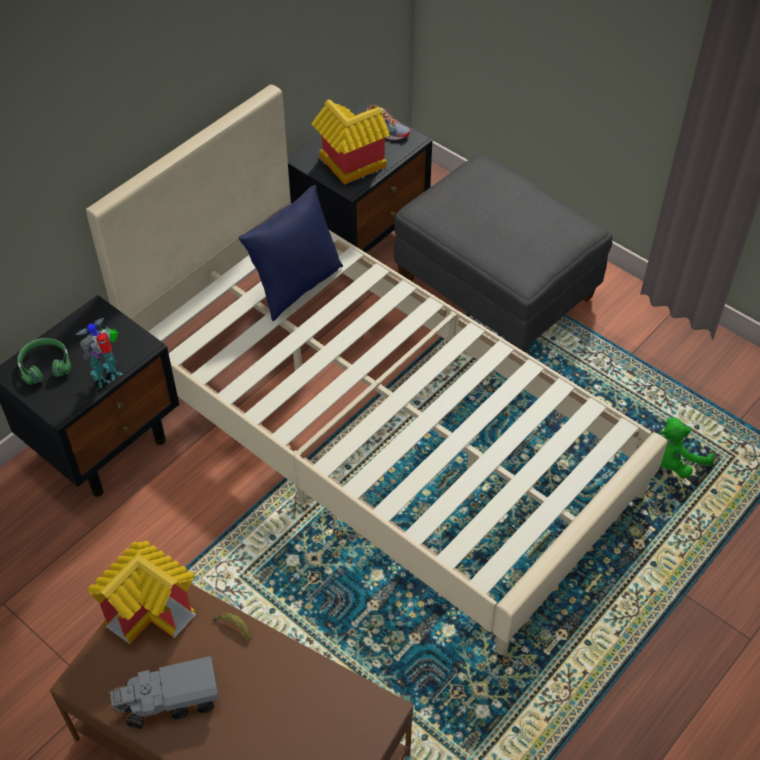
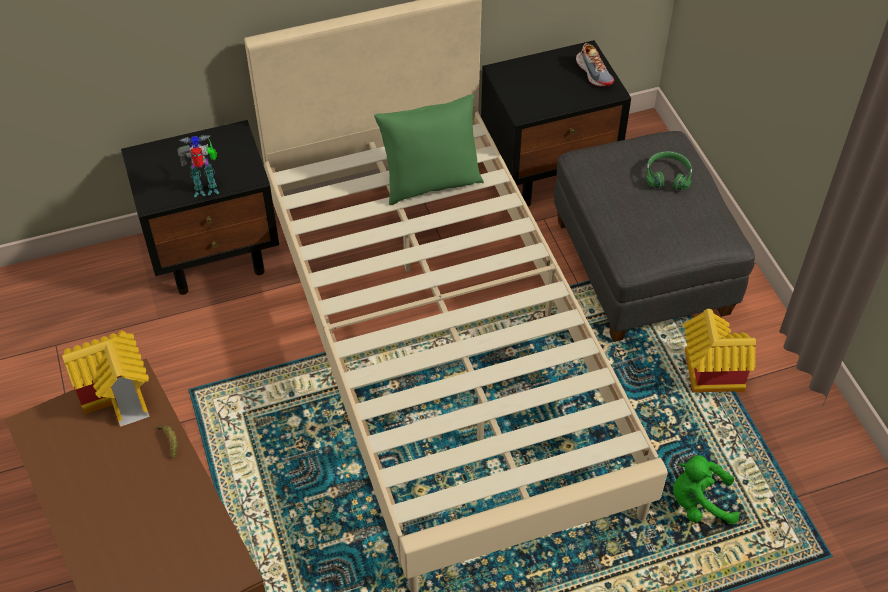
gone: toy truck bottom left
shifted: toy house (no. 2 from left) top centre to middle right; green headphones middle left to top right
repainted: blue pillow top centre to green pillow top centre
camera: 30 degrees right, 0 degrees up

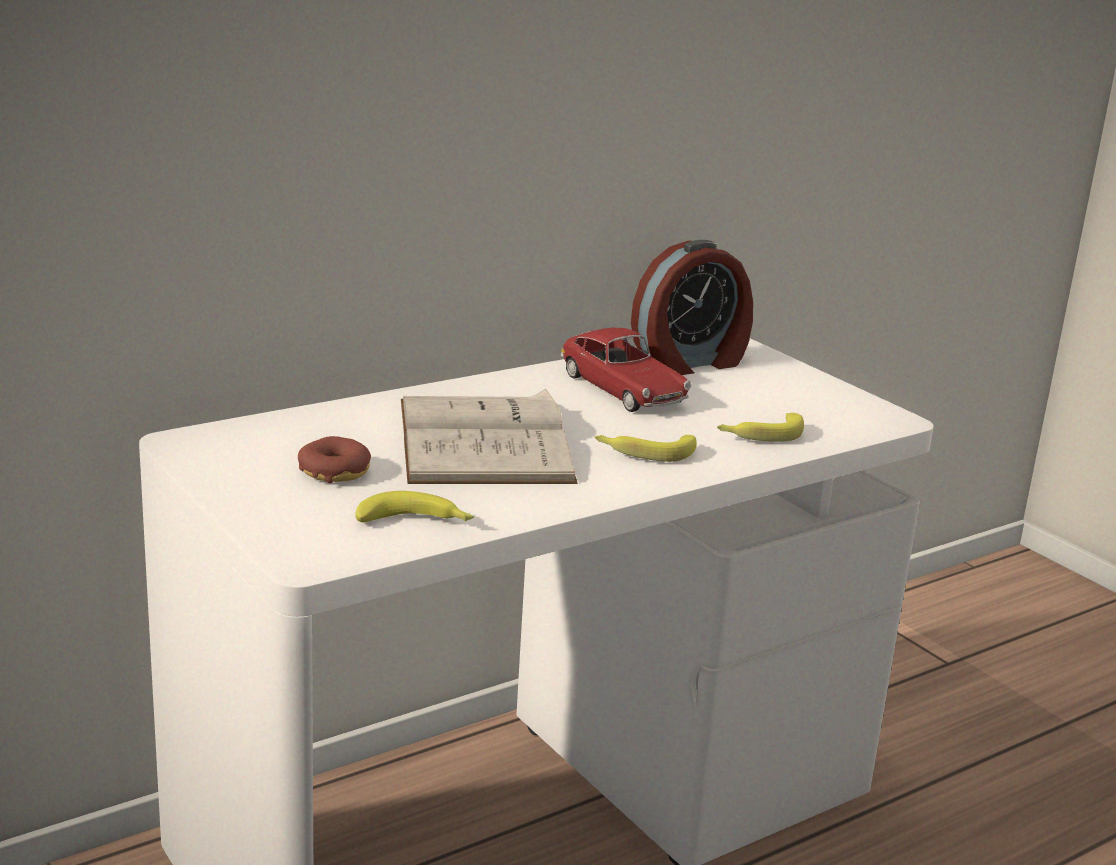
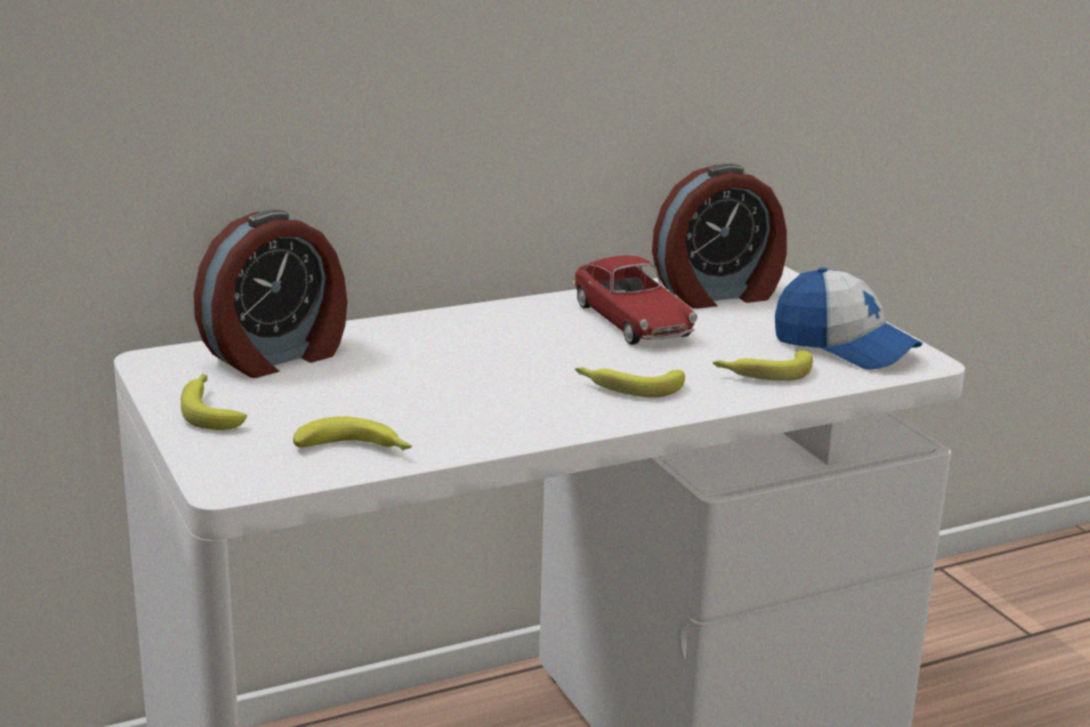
gone: white book centre; donut middle left
new: alarm clock (no. 1 from left) middle left; cap middle right; banana (no. 1 from left) middle left
camera: 10 degrees right, 0 degrees up

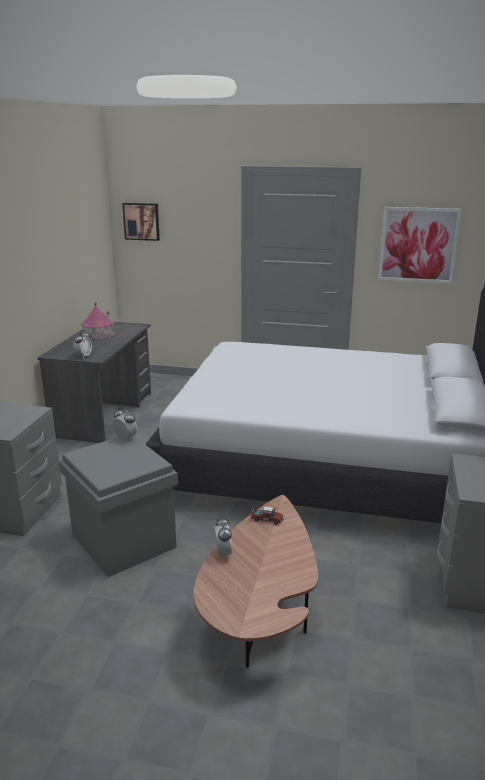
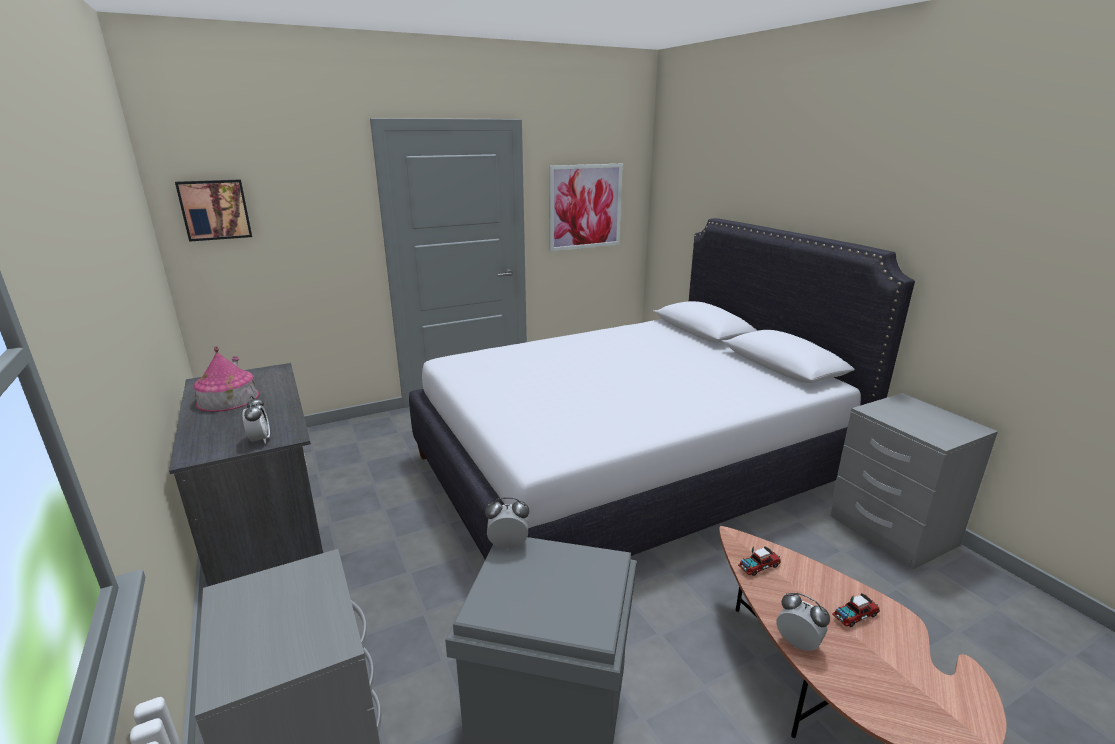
new: toy truck (no. 2 from left) bottom right
camera: 40 degrees left, 0 degrees up

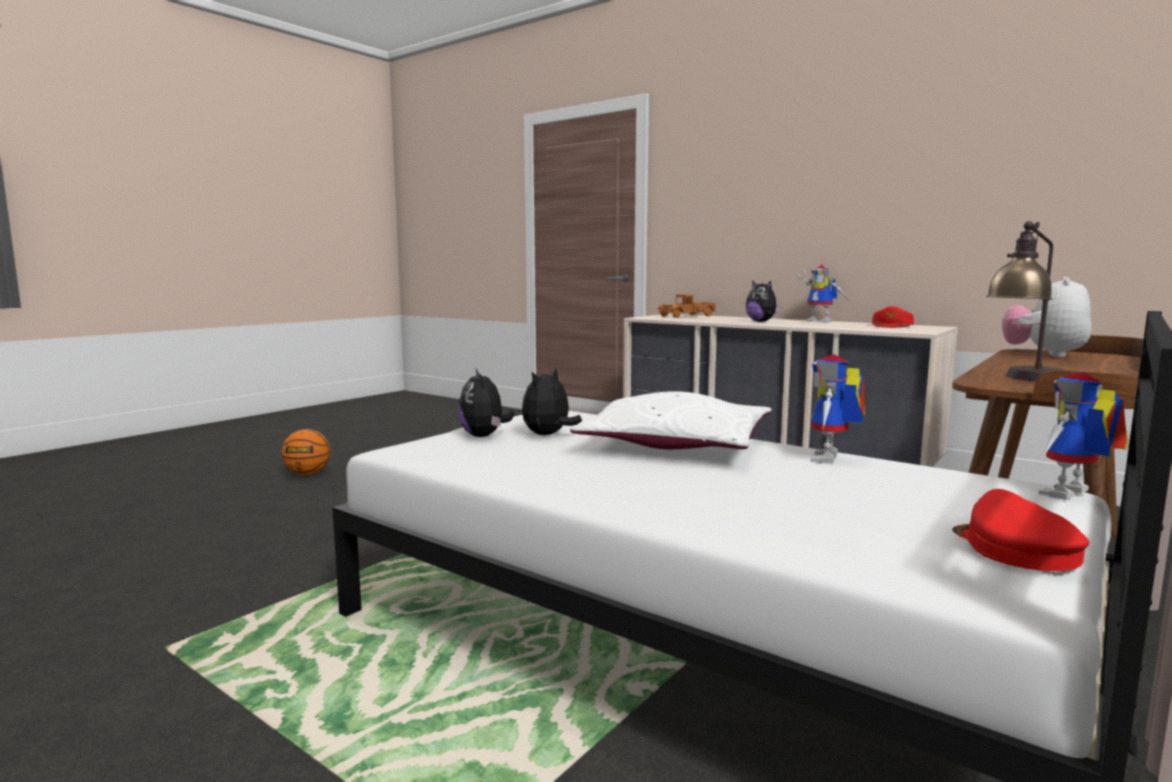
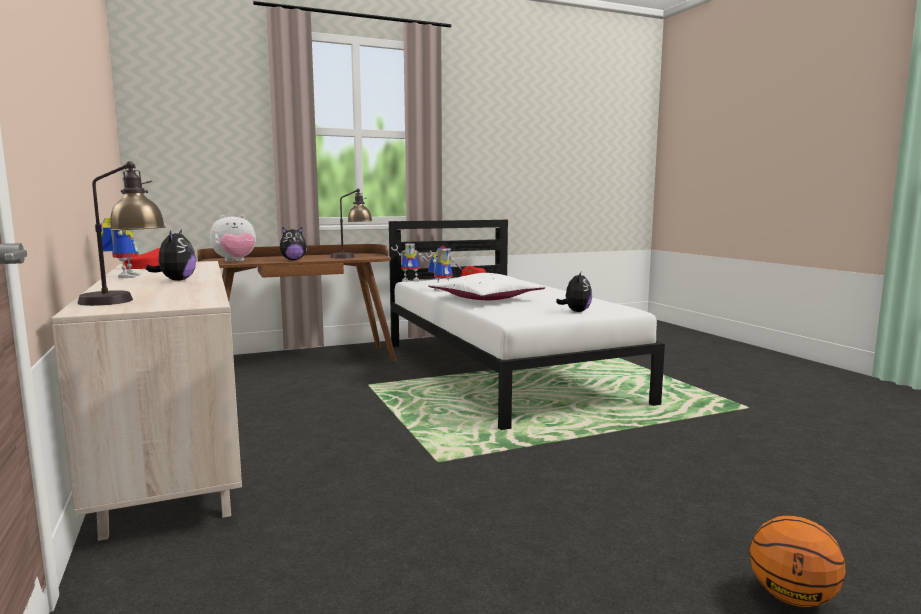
shifted: plush toy (no. 2 from left in the first image) centre to plush toy (no. 3 from left) middle left
swapped: toy truck centre to table lamp (no. 1 from left) middle left
camera: 150 degrees left, 0 degrees up

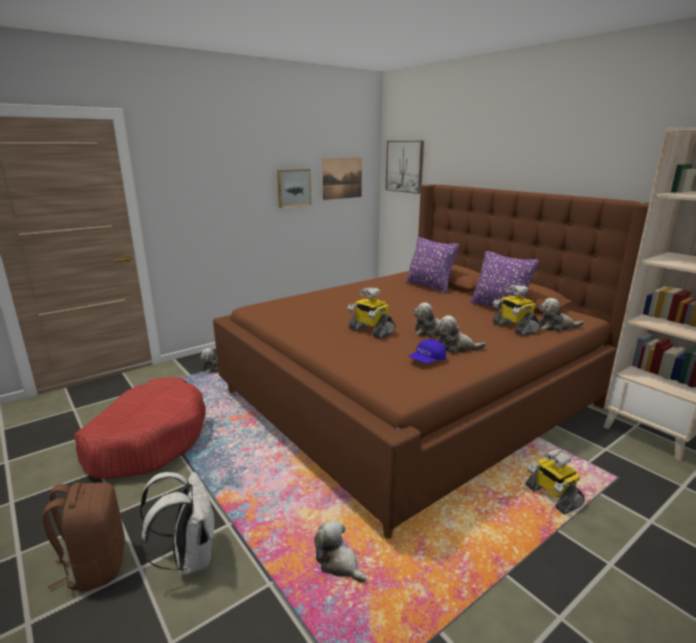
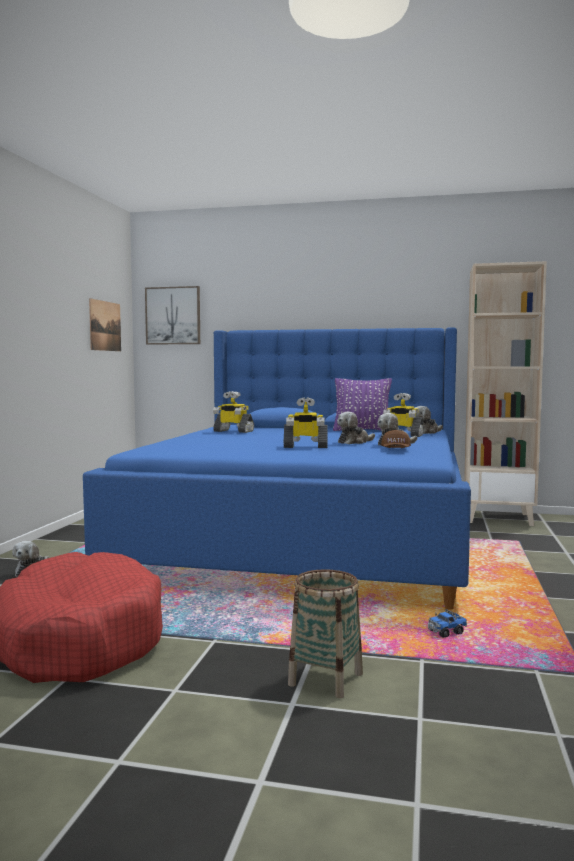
gone: picture (no. 1 from left) top centre; purple pillow (no. 1 from left) centre; brown backpack bottom left
shifted: toy robot (no. 3 from left in the first image) bottom right to toy robot (no. 1 from left) centre
swapped: white backpack bottom left to basket bottom centre; plush toy (no. 2 from left) bottom centre to toy truck bottom right
repainted: brown bed centre to blue bed centre; blue cap centre to brown cap middle right
camera: 40 degrees left, 15 degrees down

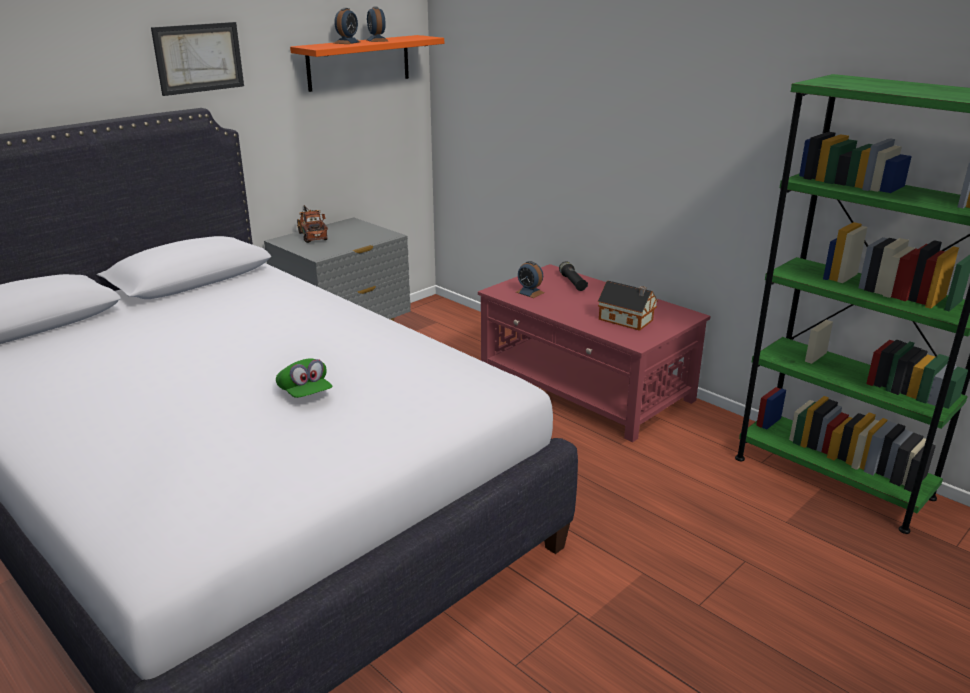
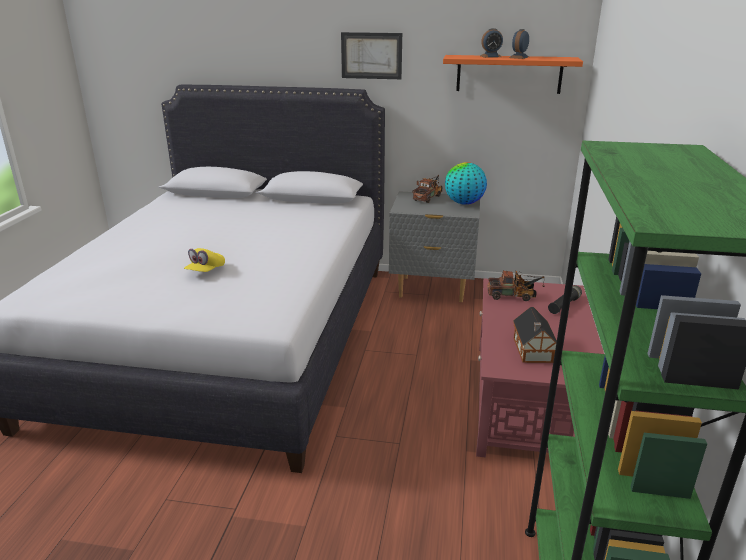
new: globe top centre
swapped: alarm clock (no. 3 from left) centre to toy truck (no. 2 from left) middle right
repainted: green cap middle left to yellow cap middle left
camera: 55 degrees right, 0 degrees up

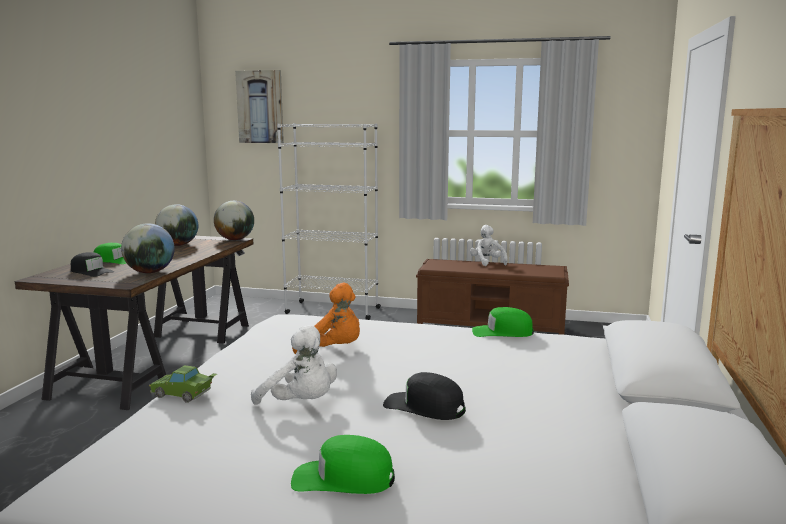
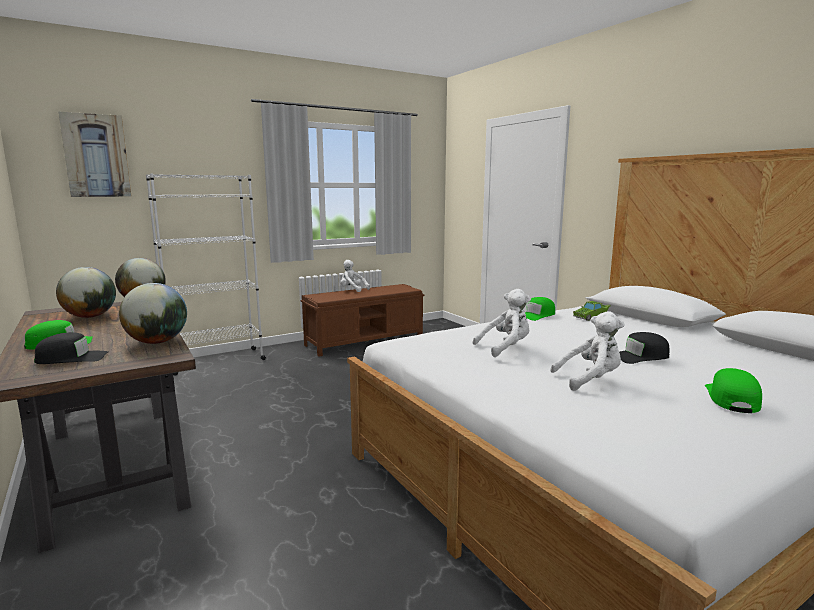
shifted: green toy car bottom left to middle right
repainted: orange plush toy centre to white plush toy (no. 2 from left) centre
rotated: green cap (no. 2 from left in the first image) bottom centre = middle right 150 degrees clockwise
camera: 45 degrees left, 0 degrees up

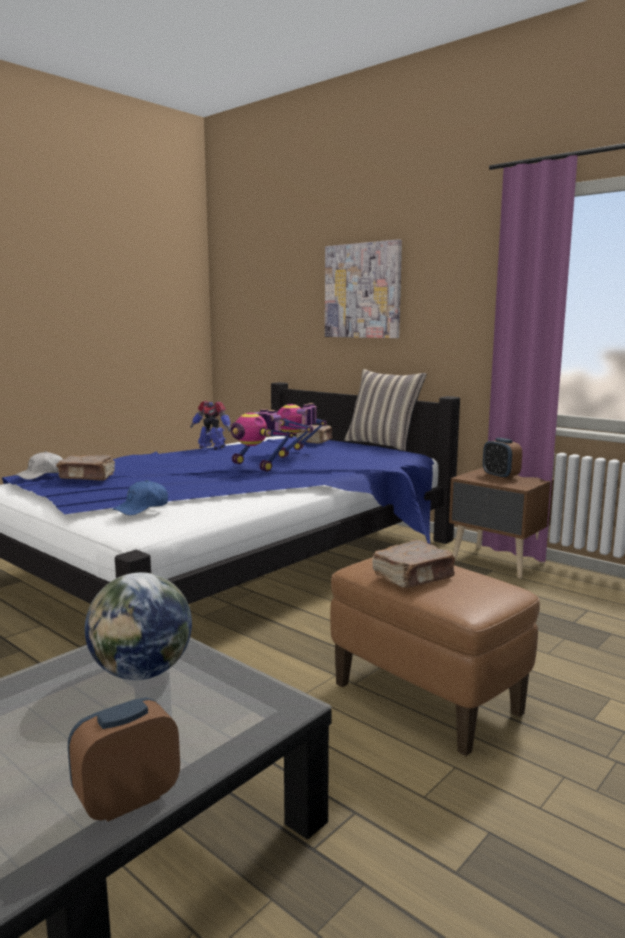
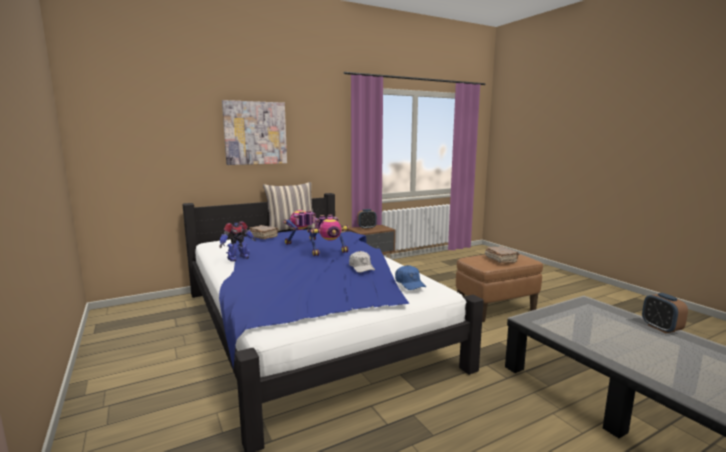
gone: brown book (no. 1 from left) middle left; globe bottom left
shifted: white cap middle left to centre
rotated: toy robot (no. 3 from left in the first image) centre = centre 105 degrees clockwise
camera: 70 degrees left, 0 degrees up

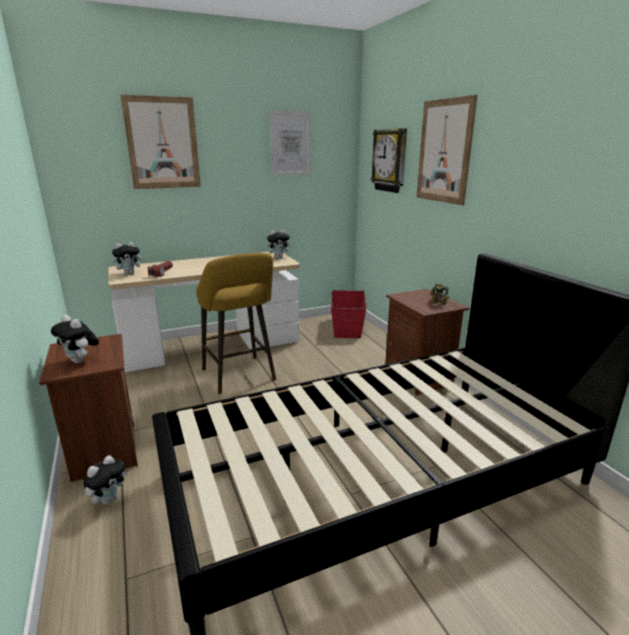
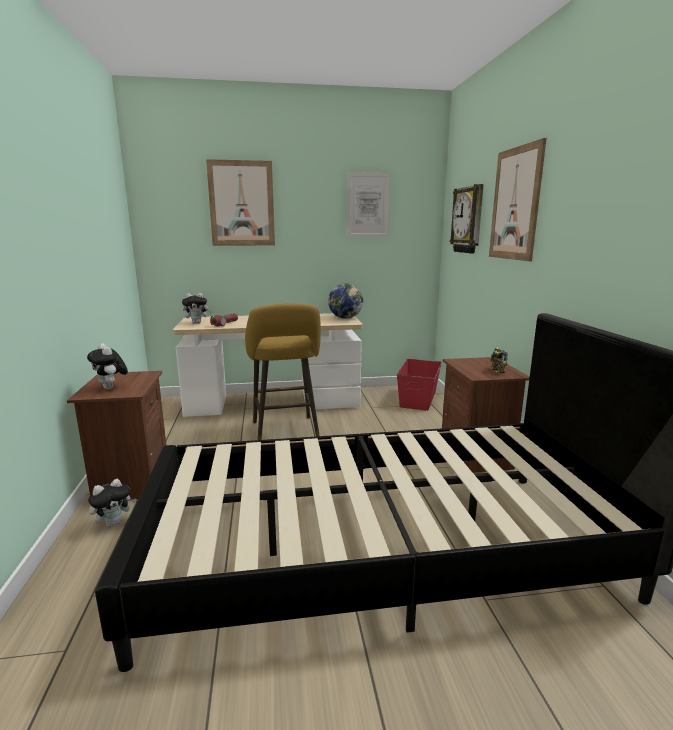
swapped: plush toy (no. 4 from left) centre to globe centre
camera: 15 degrees right, 5 degrees down

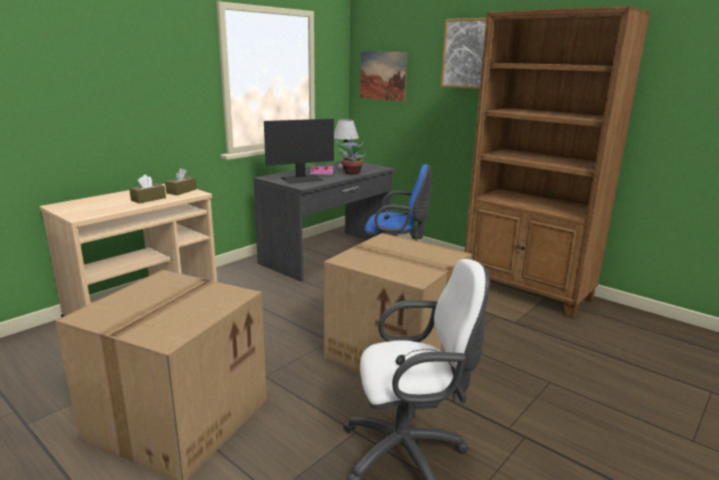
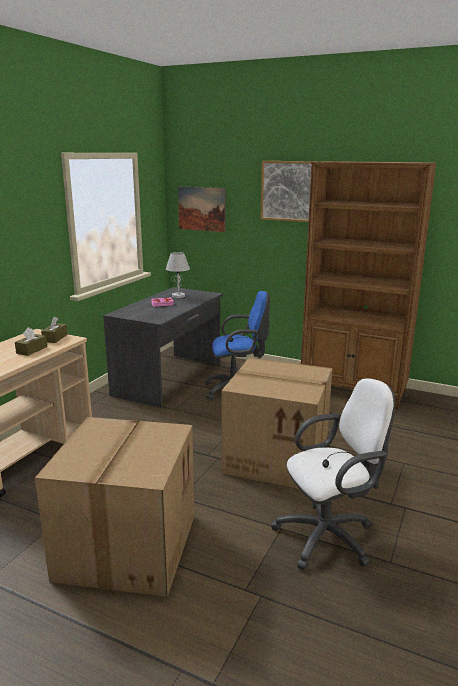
gone: monitor top centre; potted plant top centre
camera: 15 degrees left, 0 degrees up

